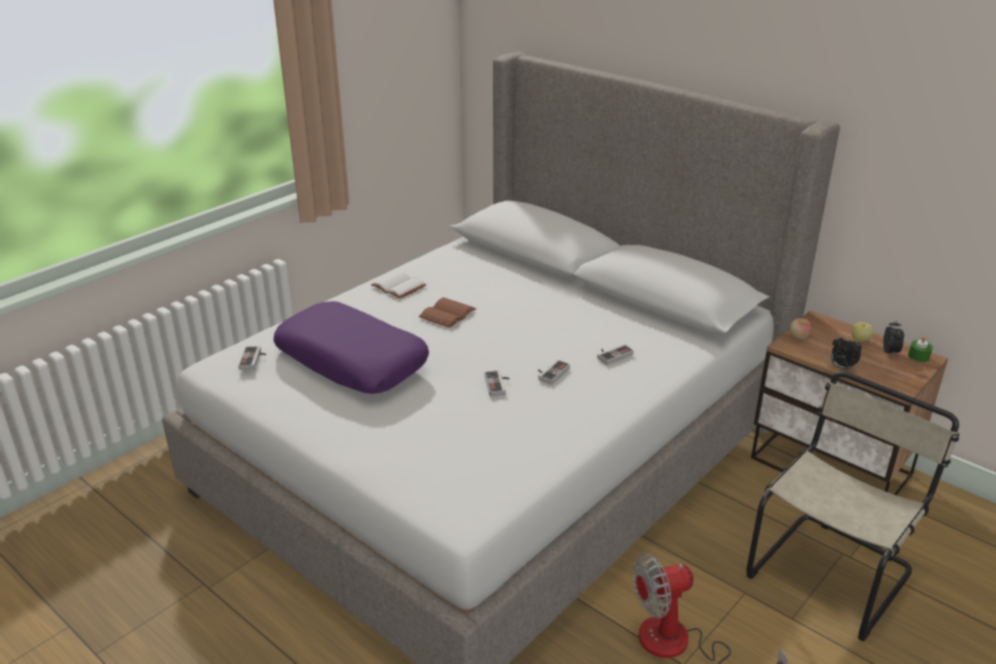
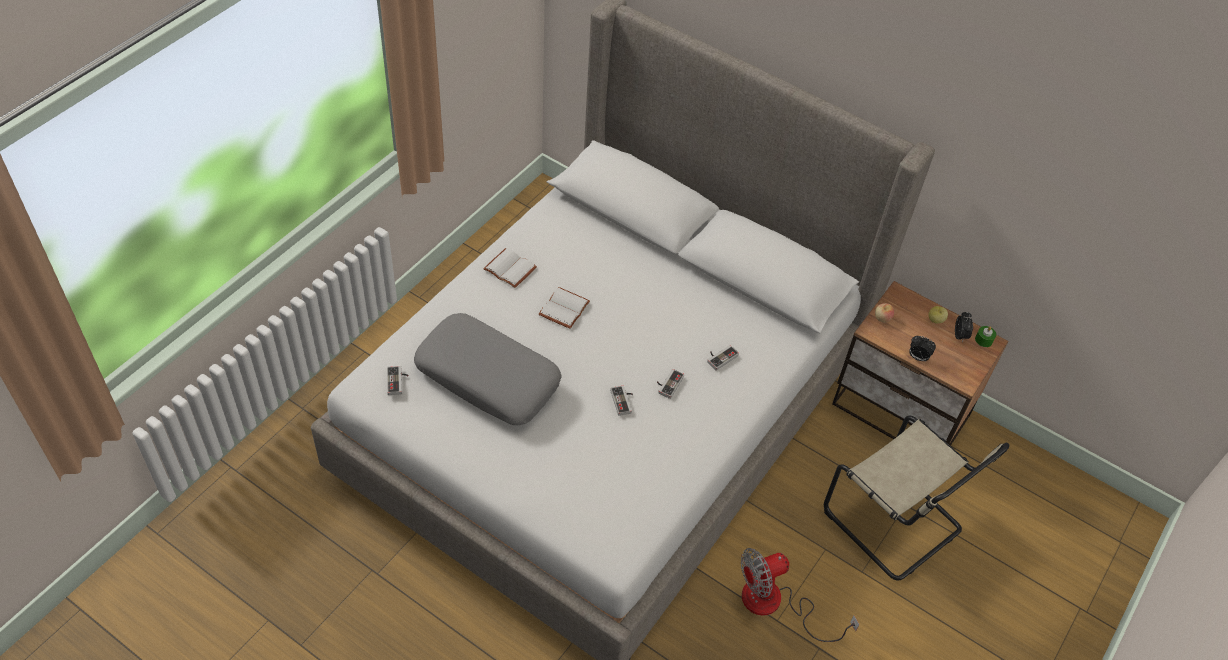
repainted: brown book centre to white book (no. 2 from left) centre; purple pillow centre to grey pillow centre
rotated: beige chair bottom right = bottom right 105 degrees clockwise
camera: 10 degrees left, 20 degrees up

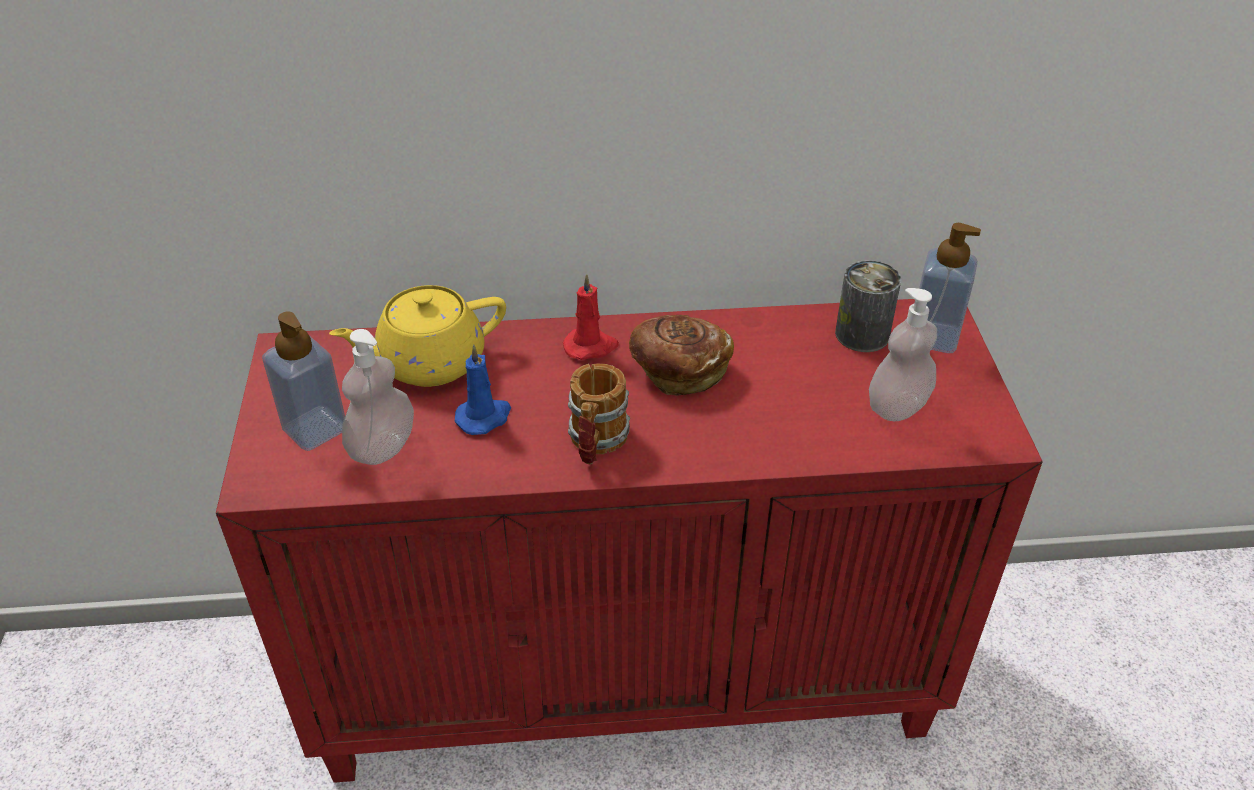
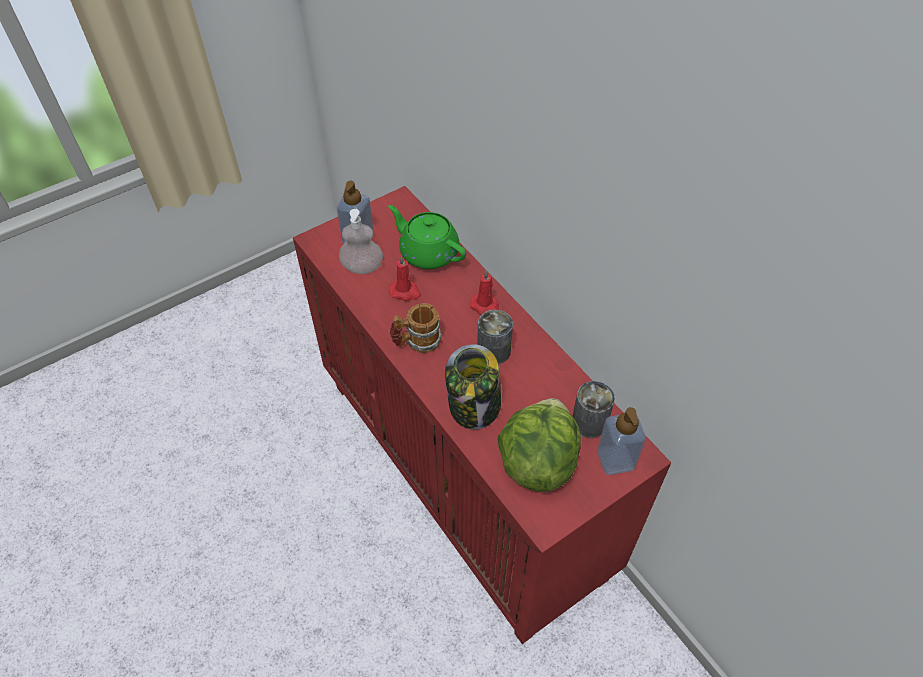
new: jar centre
swapped: soap dispenser (no. 3 from left) middle right to lettuce centre; bread centre to can (no. 1 from left) centre
repainted: yellow teapot middle left to green teapot centre; blue candle centre to red candle (no. 1 from left) centre
camera: 60 degrees right, 10 degrees up

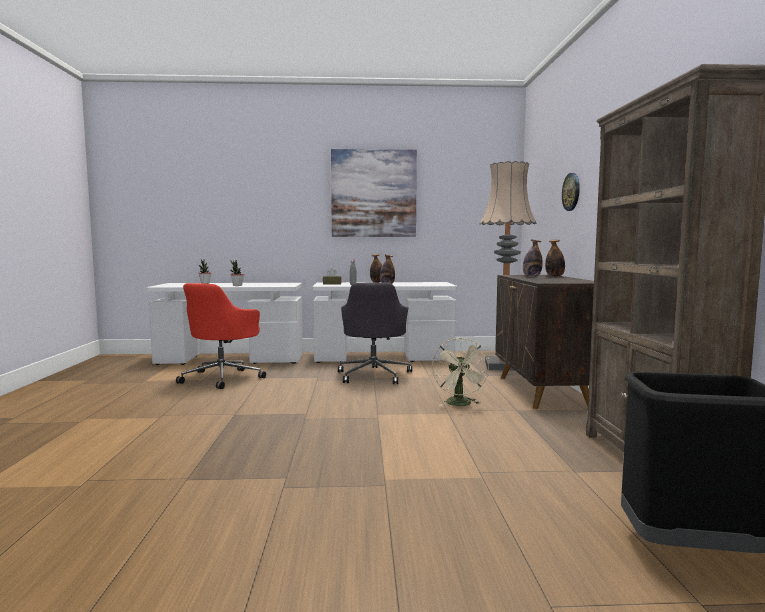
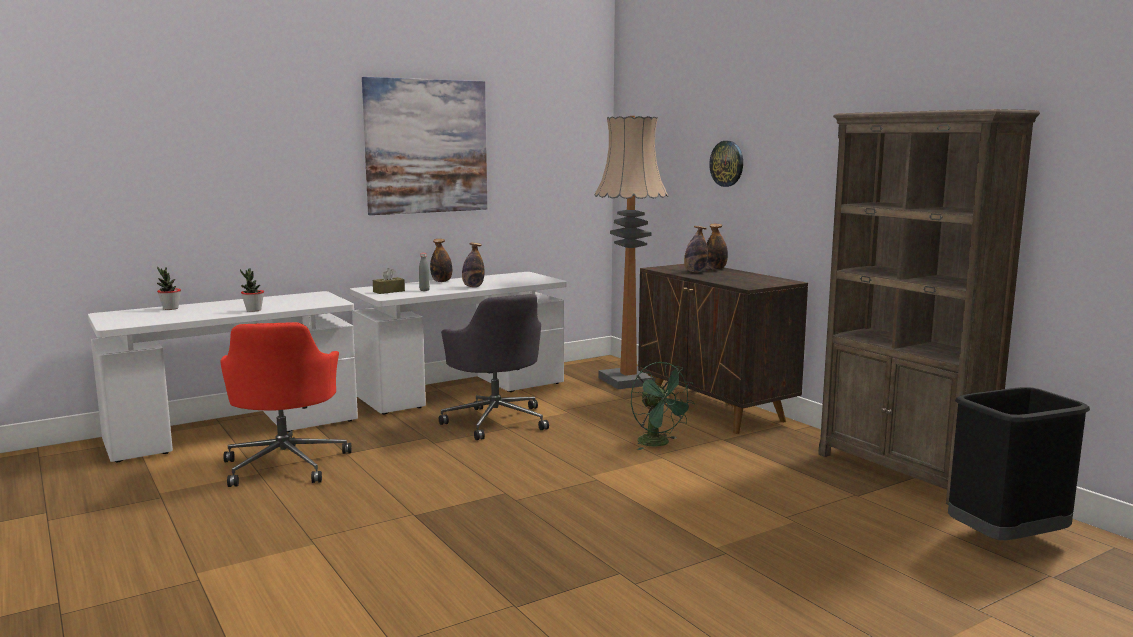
repainted: beige fan centre to green fan centre
camera: 30 degrees left, 5 degrees up

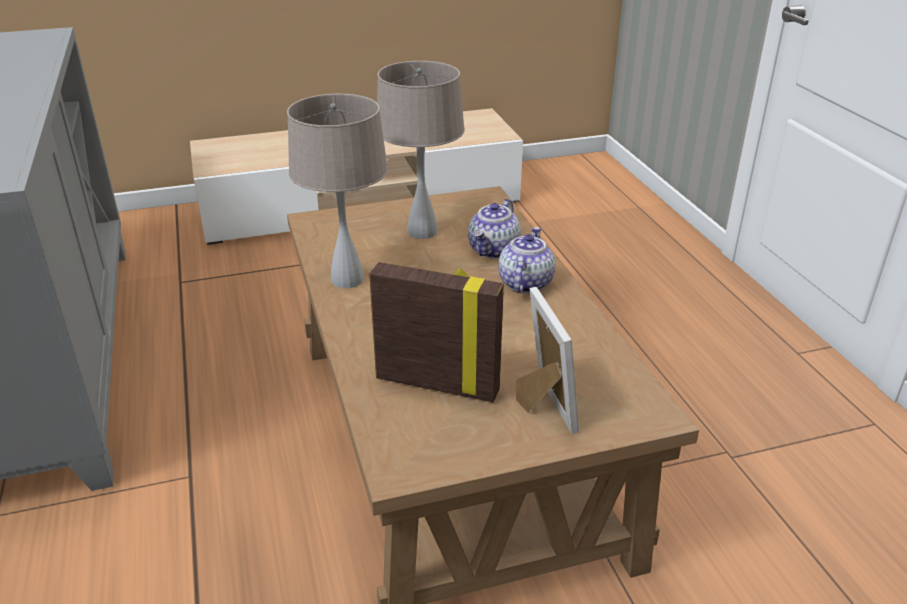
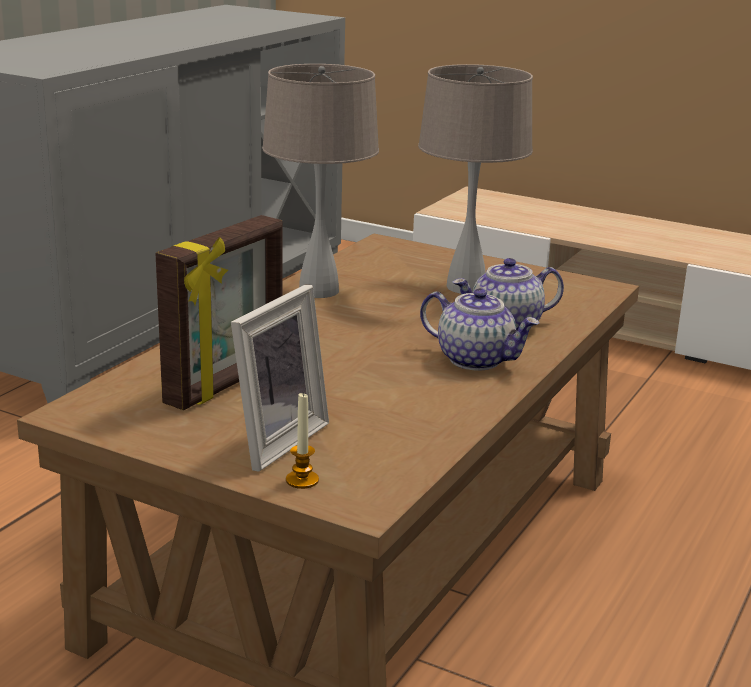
new: candle centre
rotated: teapot (no. 2 from left in the first image) centre = centre 60 degrees clockwise; picture frame (no. 1 from left) centre = middle left 60 degrees clockwise
camera: 45 degrees right, 10 degrees down

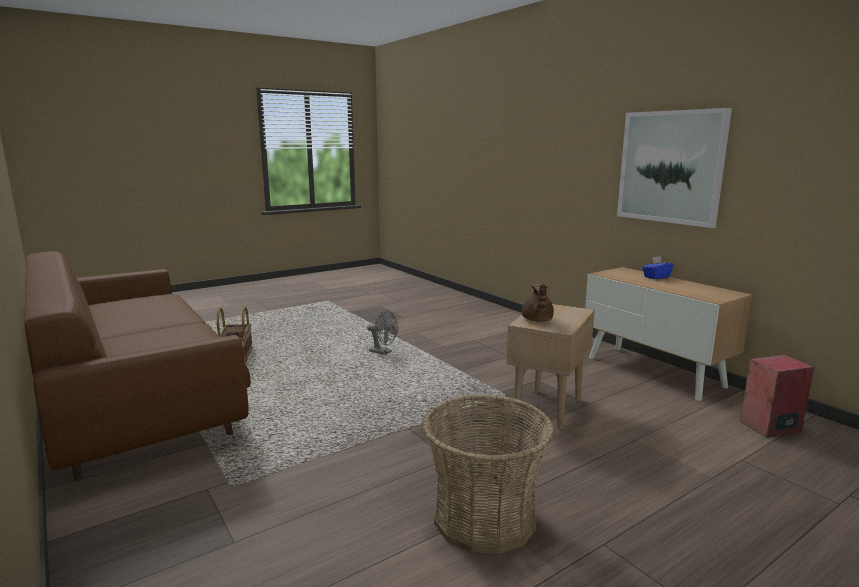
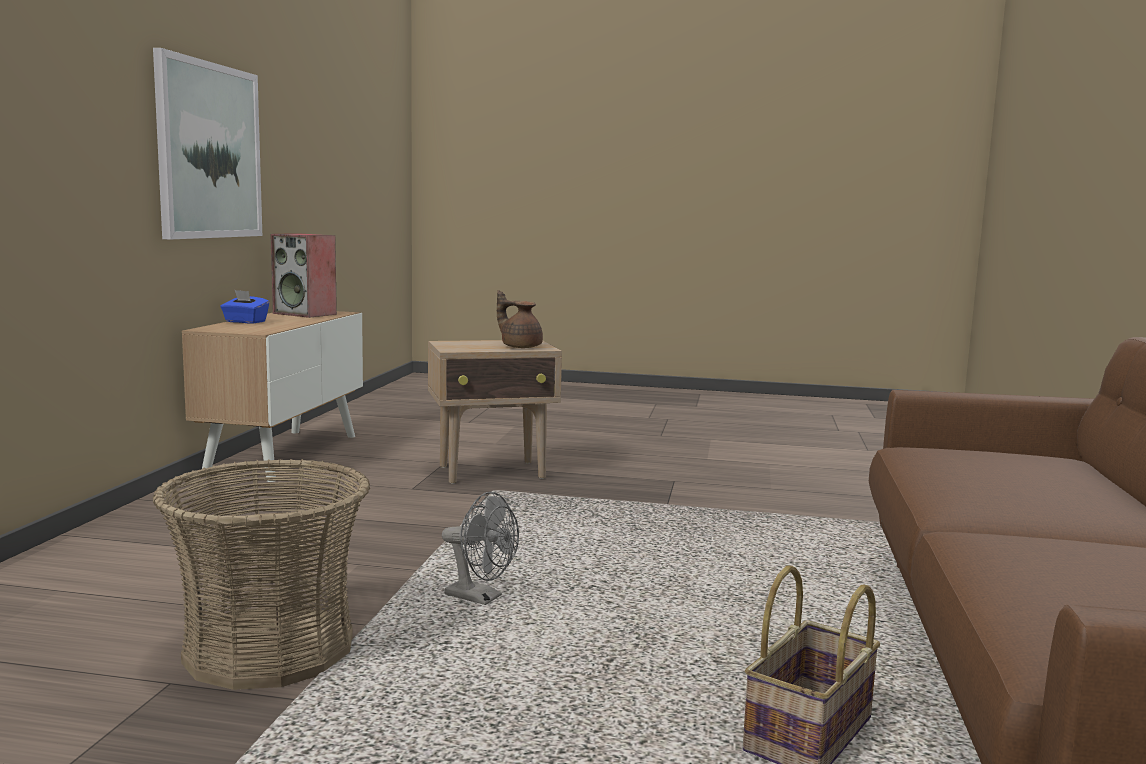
shifted: speaker bottom right to middle left; basket (no. 2 from left in the first image) bottom centre to basket (no. 1 from left) bottom left
rotated: brown teapot centre = centre 105 degrees counterclockwise; grey fan centre = bottom centre 135 degrees clockwise
camera: 135 degrees left, 5 degrees down

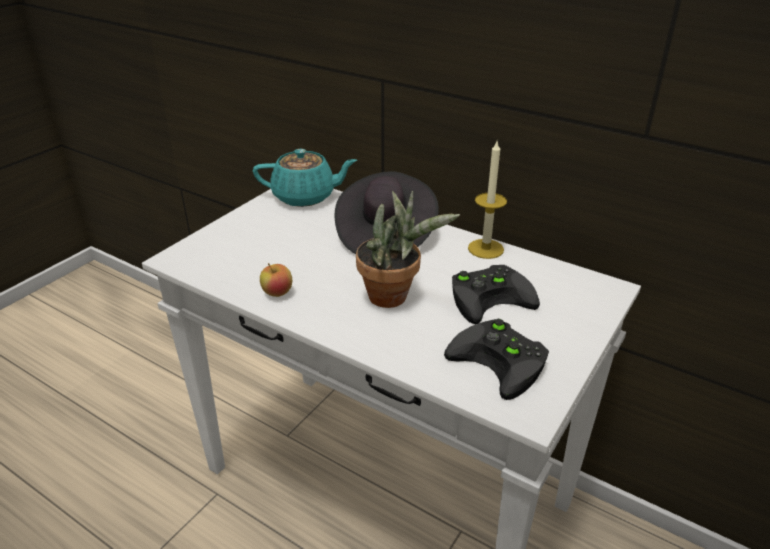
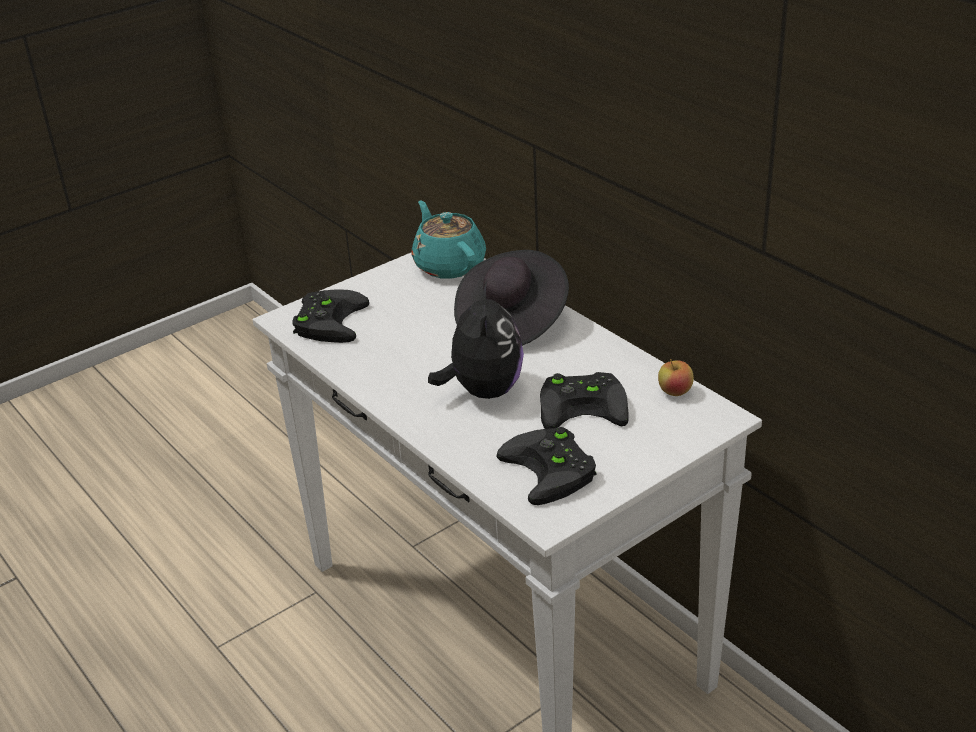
gone: candle centre
new: black game controller (no. 1 from left) centre
shifted: apple centre to middle right
swapped: potted plant centre to plush toy centre
rotated: turquoise teapot top centre = top centre 135 degrees counterclockwise
camera: 20 degrees right, 0 degrees up

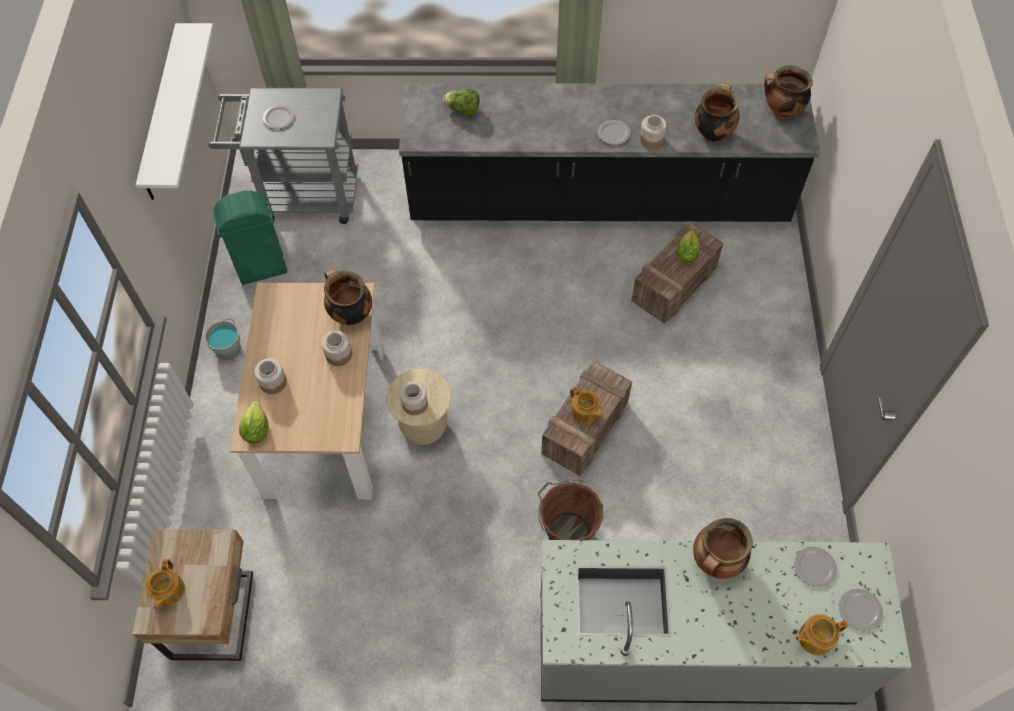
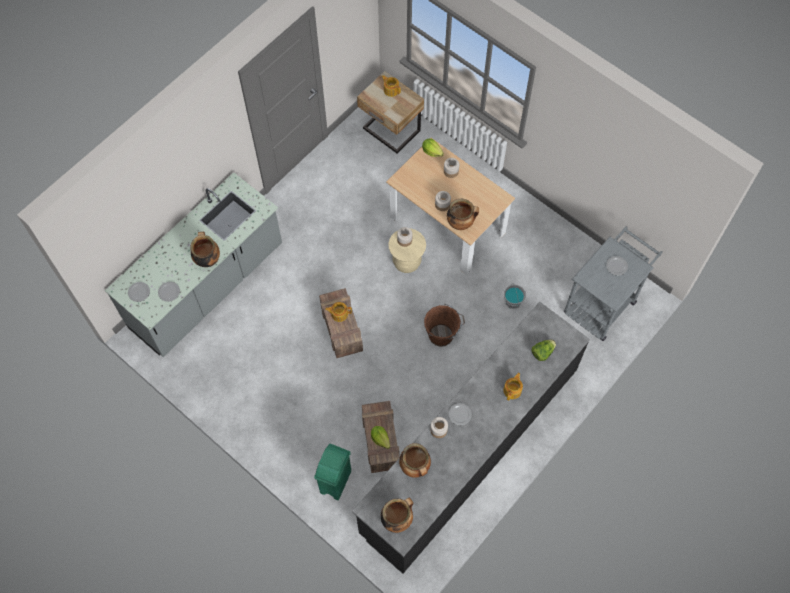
gone: white shelf top left
shifted: green trash can middle left to bottom centre; grey bucket middle left to centre; brown bucket bottom centre to centre; teapot (no. 3 from left) bottom right to centre
camera: 130 degrees right, 5 degrees up

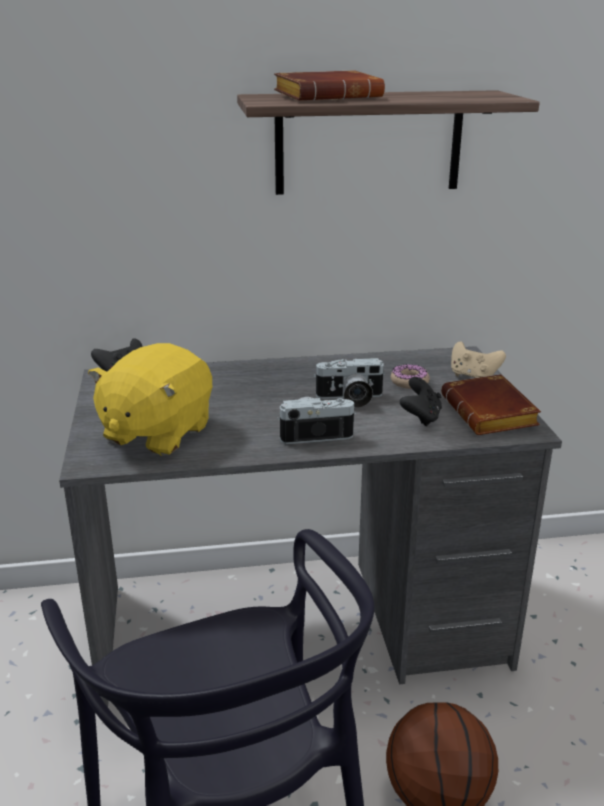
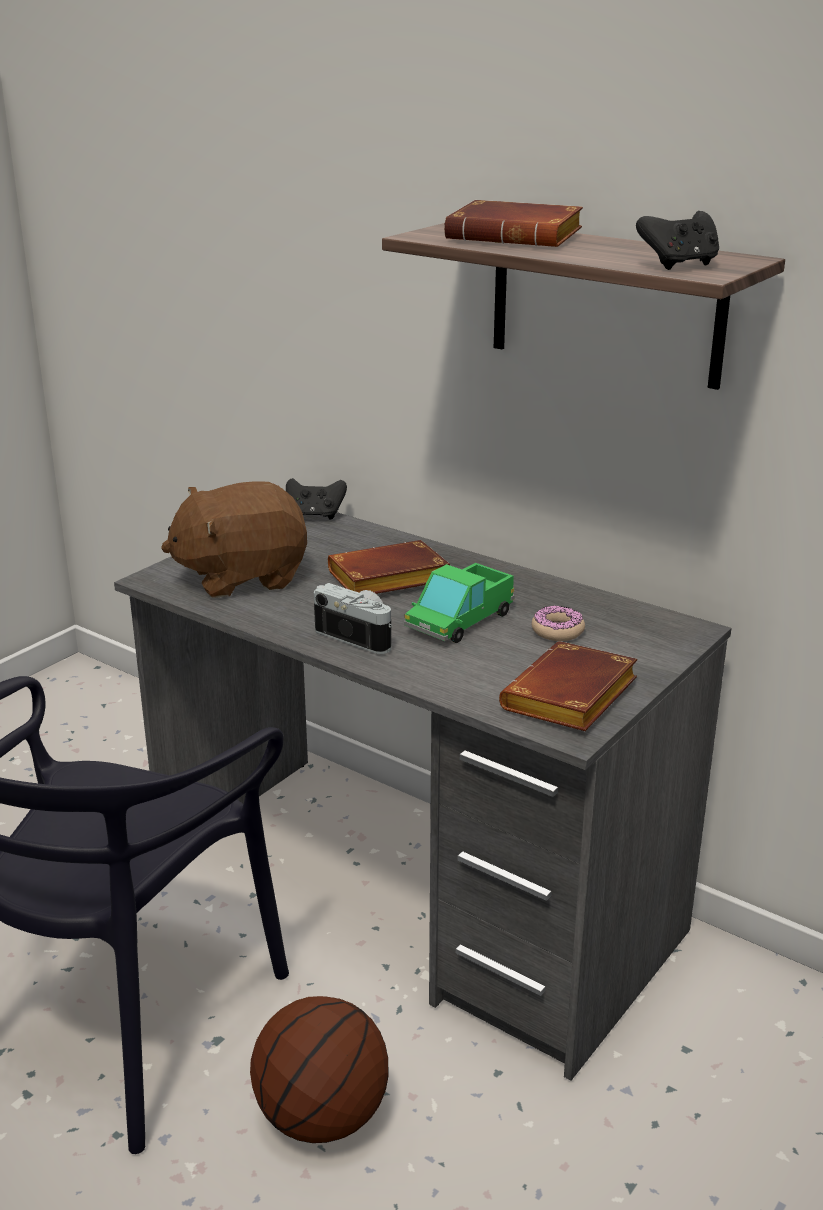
gone: beige game controller middle right
new: brown book (no. 1 from left) centre
shifted: black game controller (no. 2 from left) middle right to top right
swapped: photo camera (no. 2 from left) centre to toy truck centre
repainted: yellow plush toy middle left to brown plush toy middle left
camera: 45 degrees right, 0 degrees up

